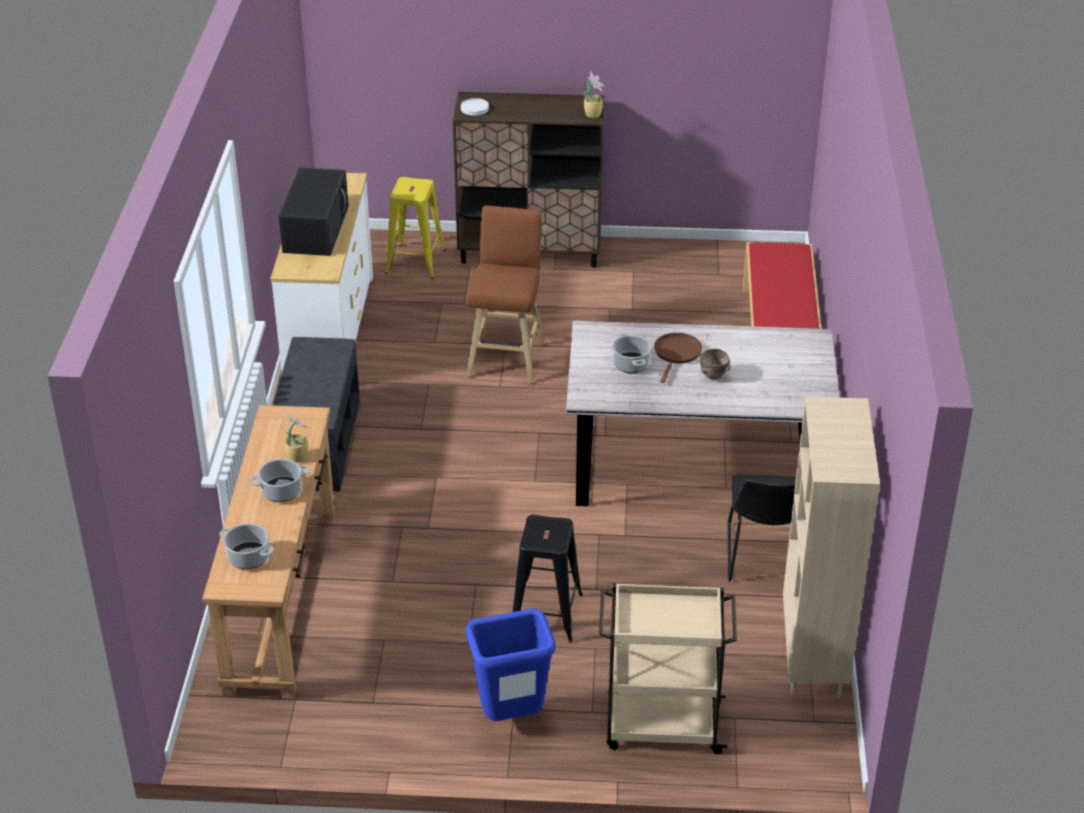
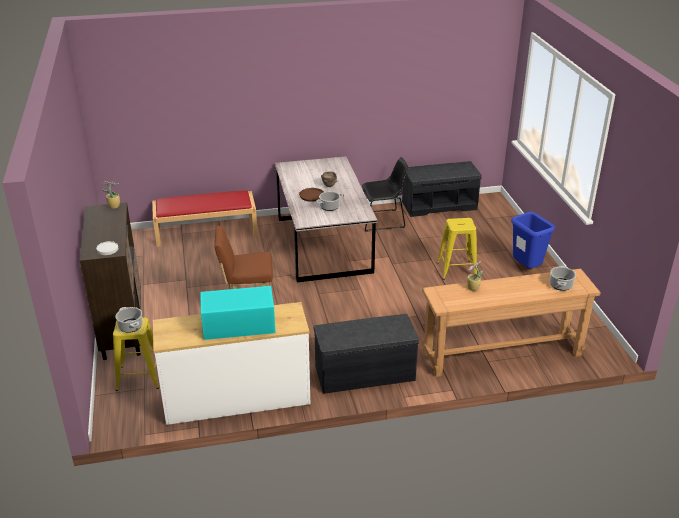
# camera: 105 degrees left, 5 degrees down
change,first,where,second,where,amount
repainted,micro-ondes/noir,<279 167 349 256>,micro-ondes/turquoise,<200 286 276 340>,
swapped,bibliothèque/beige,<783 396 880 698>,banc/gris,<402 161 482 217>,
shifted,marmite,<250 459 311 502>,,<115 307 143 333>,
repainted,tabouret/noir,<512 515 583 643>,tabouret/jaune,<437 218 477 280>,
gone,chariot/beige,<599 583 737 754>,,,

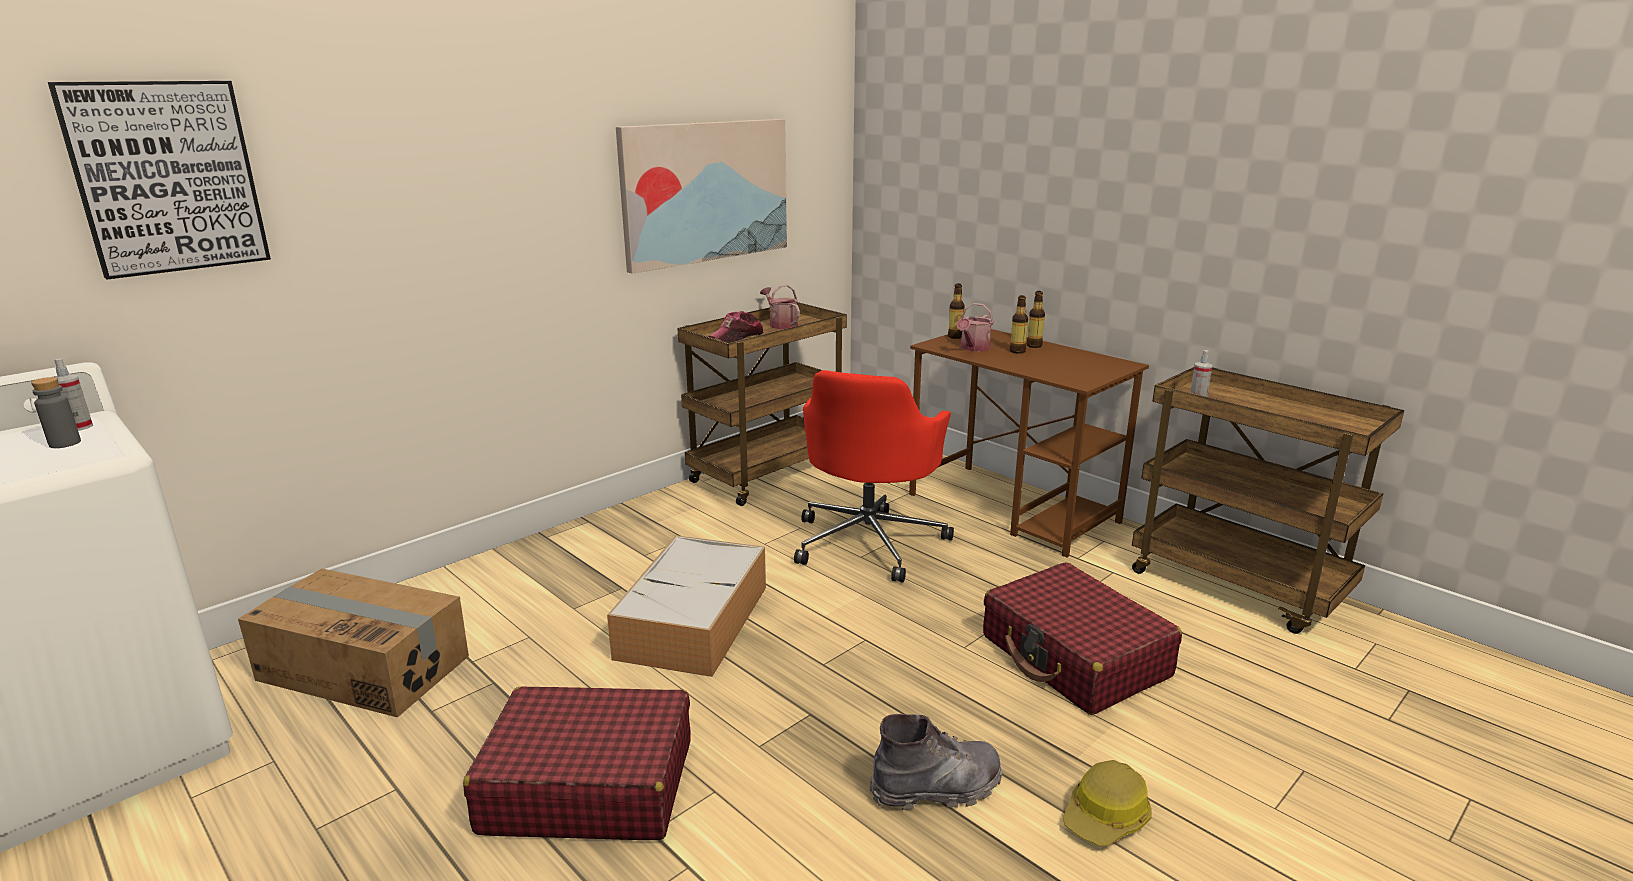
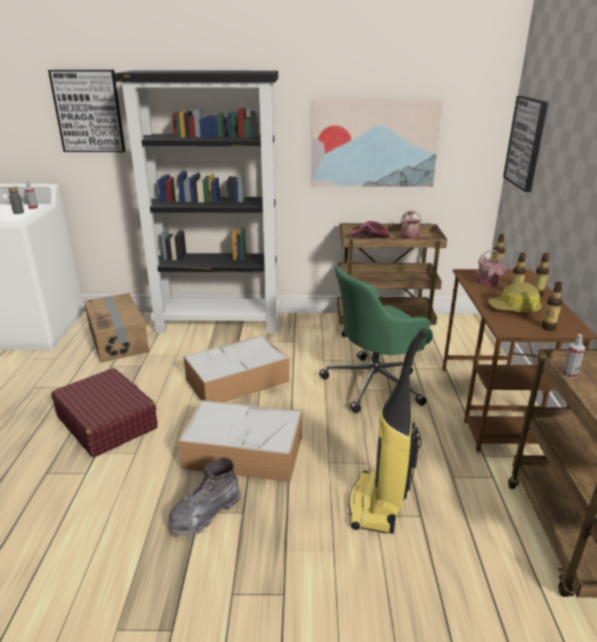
# camera: 45 degrees right, 5 degrees up
change,first,where,second,where,amount
rotated,arrosoir,<957 303 994 352>,,<476 250 505 286>,75 degrees counterclockwise
repainted,chaise de bureau/rouge,<794 370 954 582>,chaise de bureau/vert,<319 266 433 413>,
swapped,valise/rouge,<983 562 1182 715>,aspirateur,<348 328 428 534>,
rotated,botte/gris,<869 714 1003 810>,,<168 457 241 538>,105 degrees clockwise
shifted,casque de chantier,<1063 760 1152 846>,,<488 282 542 312>,
new,,,bibliothèque/noir,<114 71 280 333>,
new,,,tableau,<503 96 548 192>,
new,,,bouteille,<542 282 563 331>,
new,,,boîte de rangement,<178 400 302 482>,

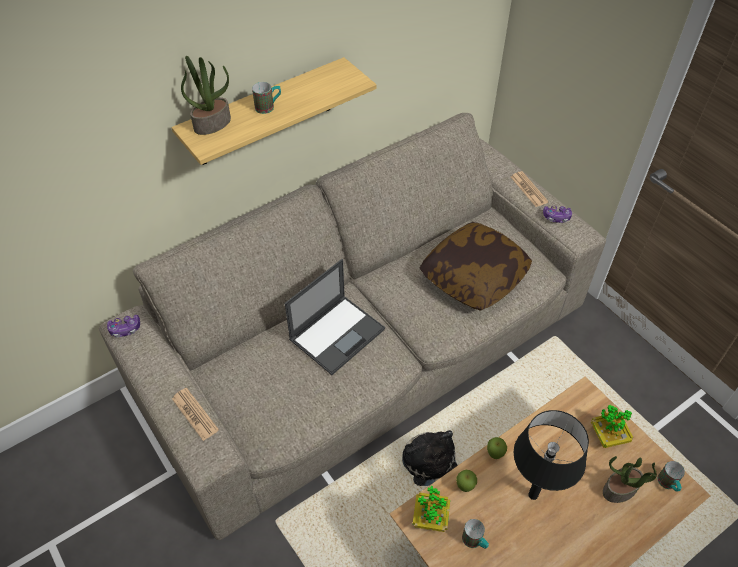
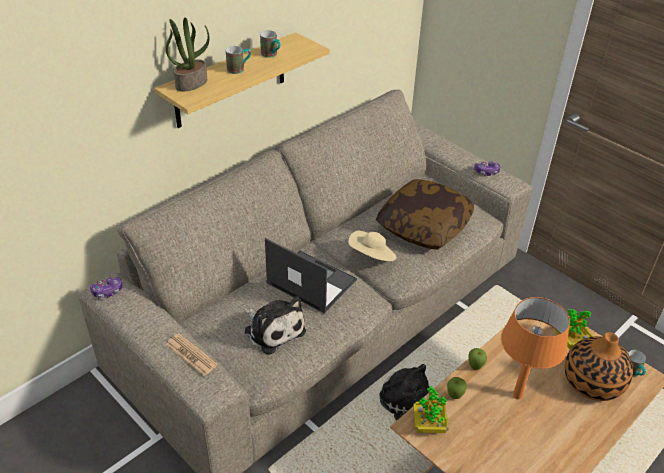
# camera: 10 degrees left, 10 degrees down
change,first,where,second,where,amount
gone,journal,<511 171 549 207>,,,
rotated,ordinateur portable,<285 259 385 375>,,<265 238 357 313>,90 degrees counterclockwise
repainted,lampe de table/noir,<514 410 589 500>,lampe de table/orange,<501 297 570 400>,
swapped,plante en pot,<603 456 657 503>,vase,<565 332 633 401>,
shifted,mug,<462 519 489 549>,,<260 30 281 58>,
new,,,chapeau/beige,<348 231 396 261>,
new,,,peluche,<245 296 306 355>,

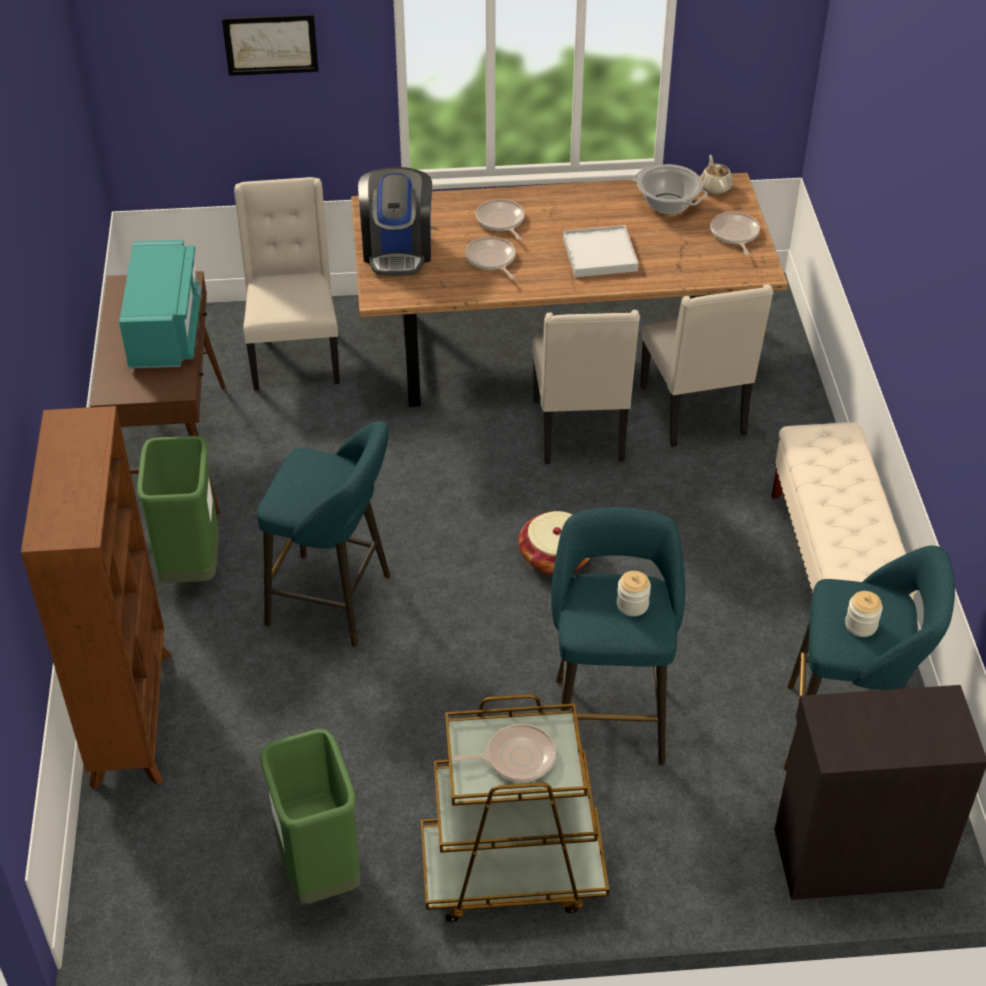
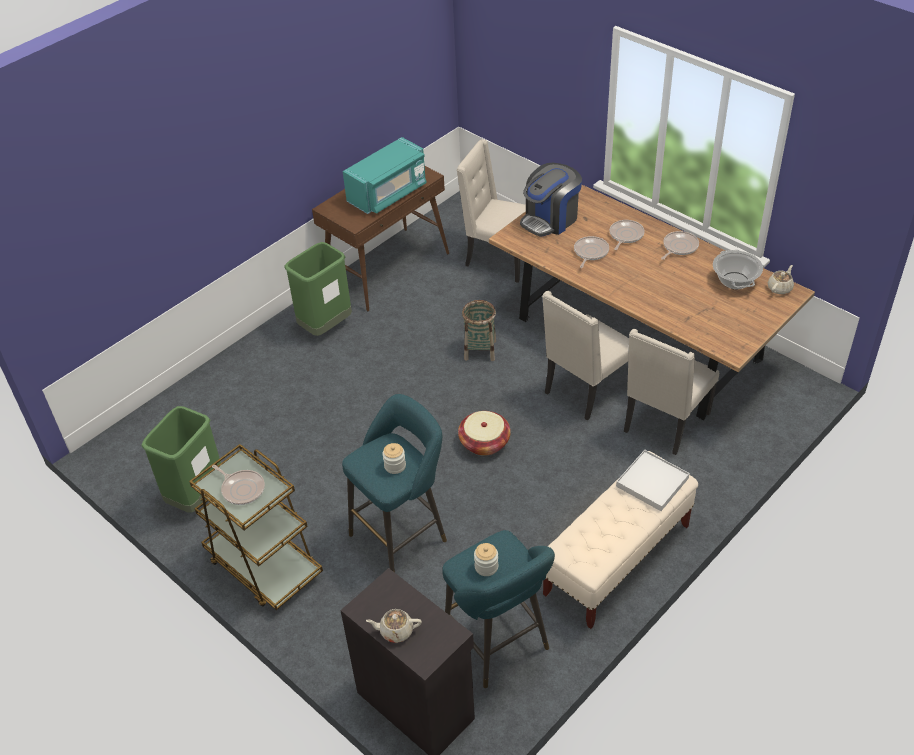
# camera: 50 degrees right, 0 degrees up
change,first,where,second,where,amount
gone,tableau,<222 14 319 76>,,,
rotated,chaise/beige,<234 177 340 391>,,<457 139 526 283>,105 degrees counterclockwise
shifted,poêle,<710 212 760 256>,,<661 231 699 260>,
shifted,plateau/blanc,<563 225 639 277>,,<616 450 690 511>,
gone,bibliothèque/marron,<21 406 172 790>,,,
gone,tabouret/turquoise,<257 421 390 647>,,,
new,,,panier,<462 300 496 361>,
new,,,théière/beige,<366 609 422 643>,

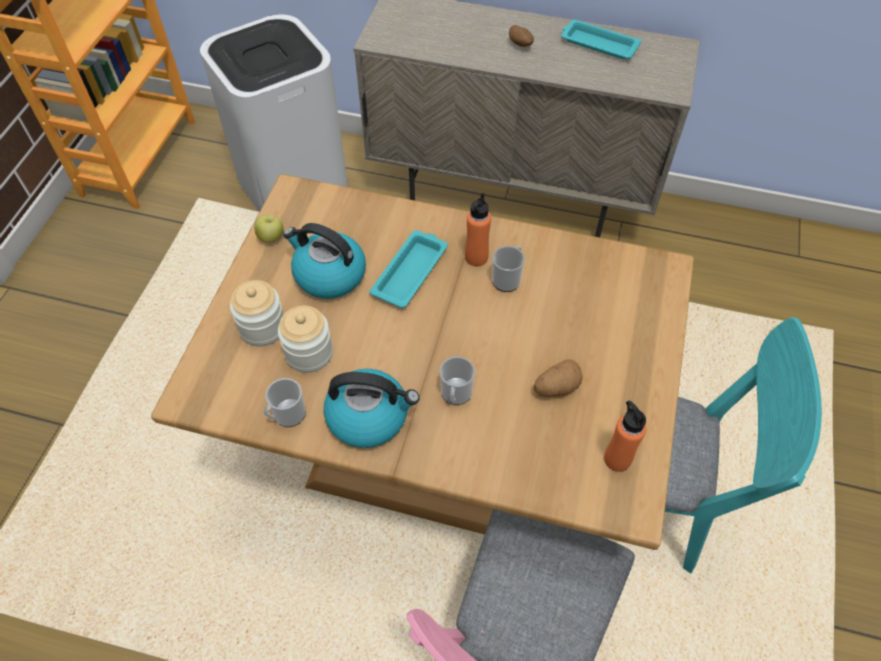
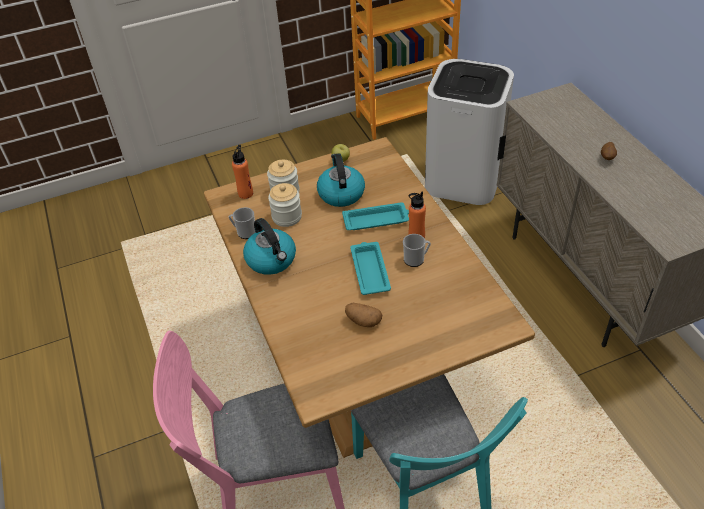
# camera: 55 degrees right, 10 degrees down
change,first,where,second,where,amount
shifted,plateau/turquoise,<561 20 641 59>,,<350 242 391 295>,
gone,mug,<439 356 475 405>,,,
shifted,bouteille/orange,<604 400 646 472>,,<232 145 253 199>,

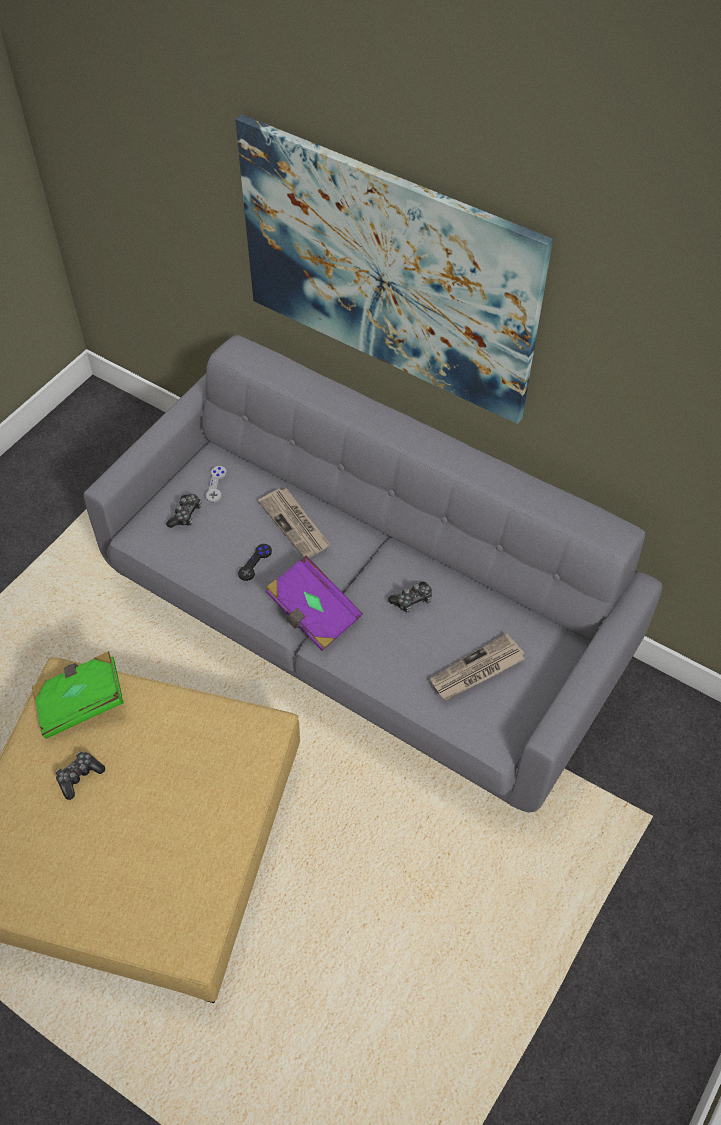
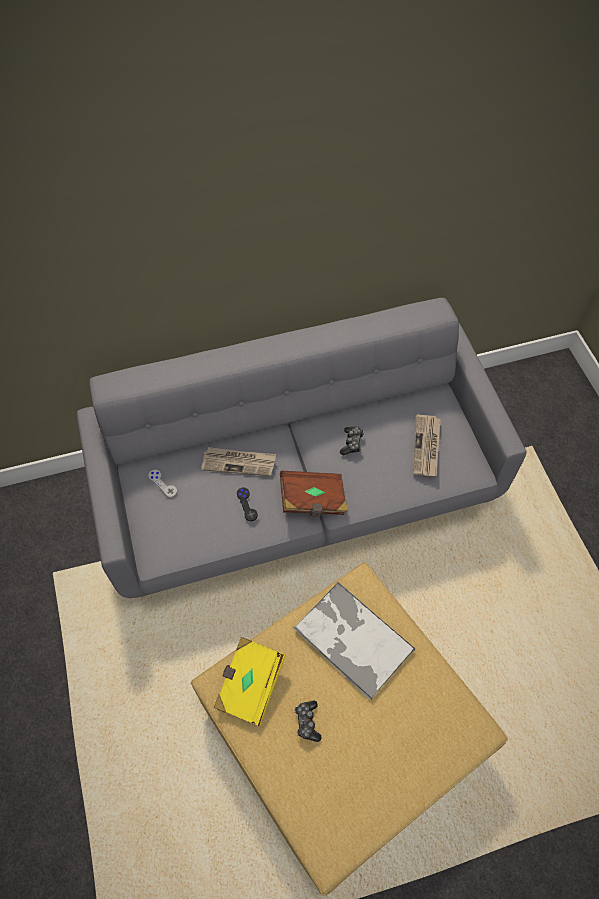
# camera: 50 degrees left, 5 degrees up
change,first,where,second,where,amount
gone,tableau,<235 114 553 424>,,,
gone,manette,<166 494 201 528>,,,
repainted,livre/violet,<266 555 363 651>,livre/marron,<280 470 348 517>,
repainted,livre/vert,<32 652 124 739>,livre/jaune,<214 637 286 726>,
new,,,plateau,<294 582 415 700>,

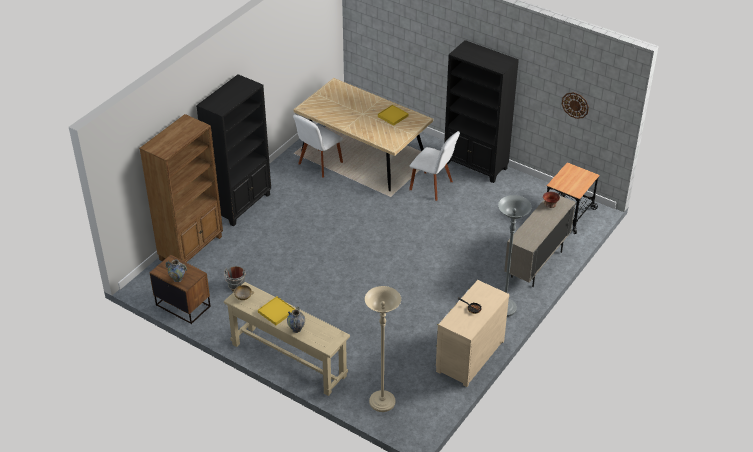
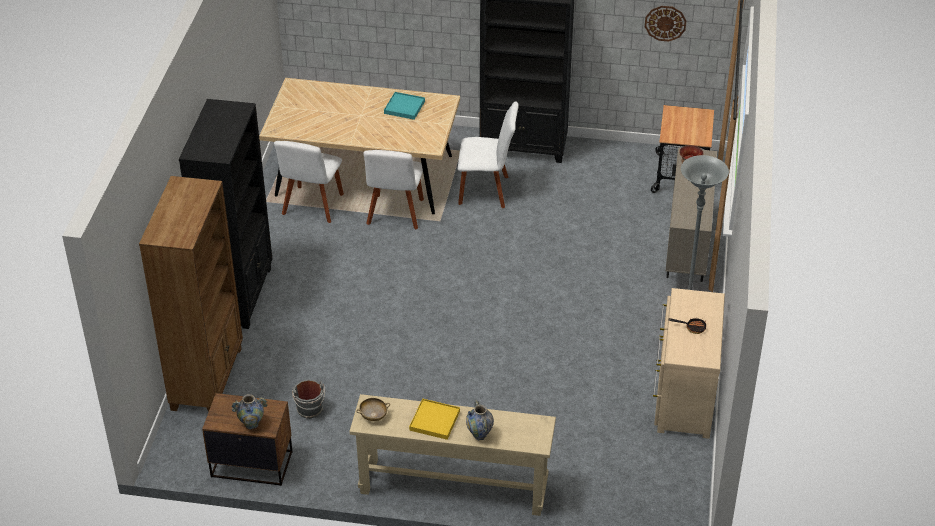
# camera: 25 degrees left, 0 degrees up
change,first,where,second,where,amount
repainted,plateau/jaune,<378 105 408 126>,plateau/turquoise,<384 92 425 120>,
gone,lampadaire/beige,<365 286 401 412>,,,
new,,,chaise/blanc,<363 150 424 229>,

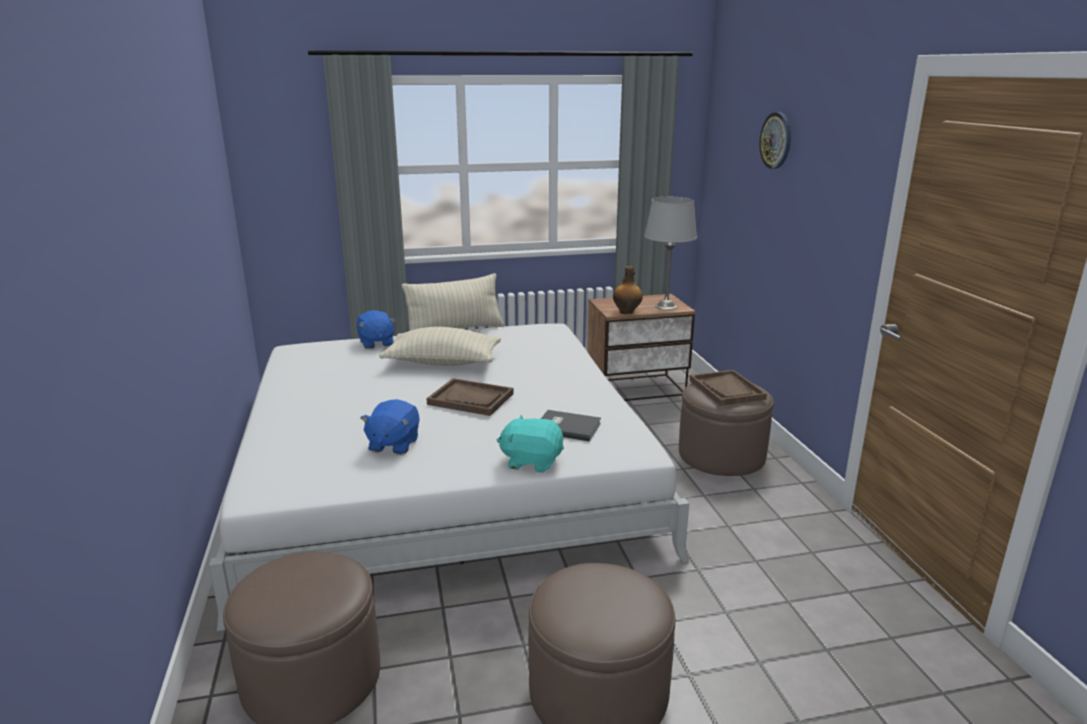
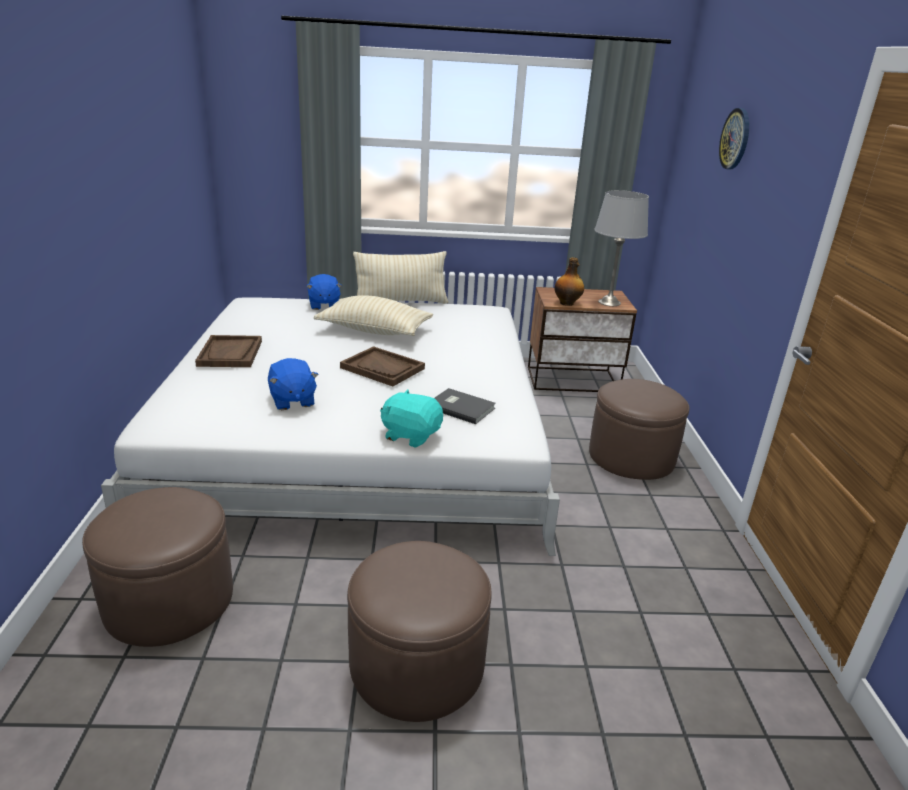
# camera: 10 degrees right, 5 degrees up
change,first,where,second,where,amount
shifted,plateau/marron,<690 370 767 406>,,<195 335 262 367>,
rotated,peluche/bleu,<361 399 420 455>,,<268 358 319 410>,45 degrees counterclockwise

